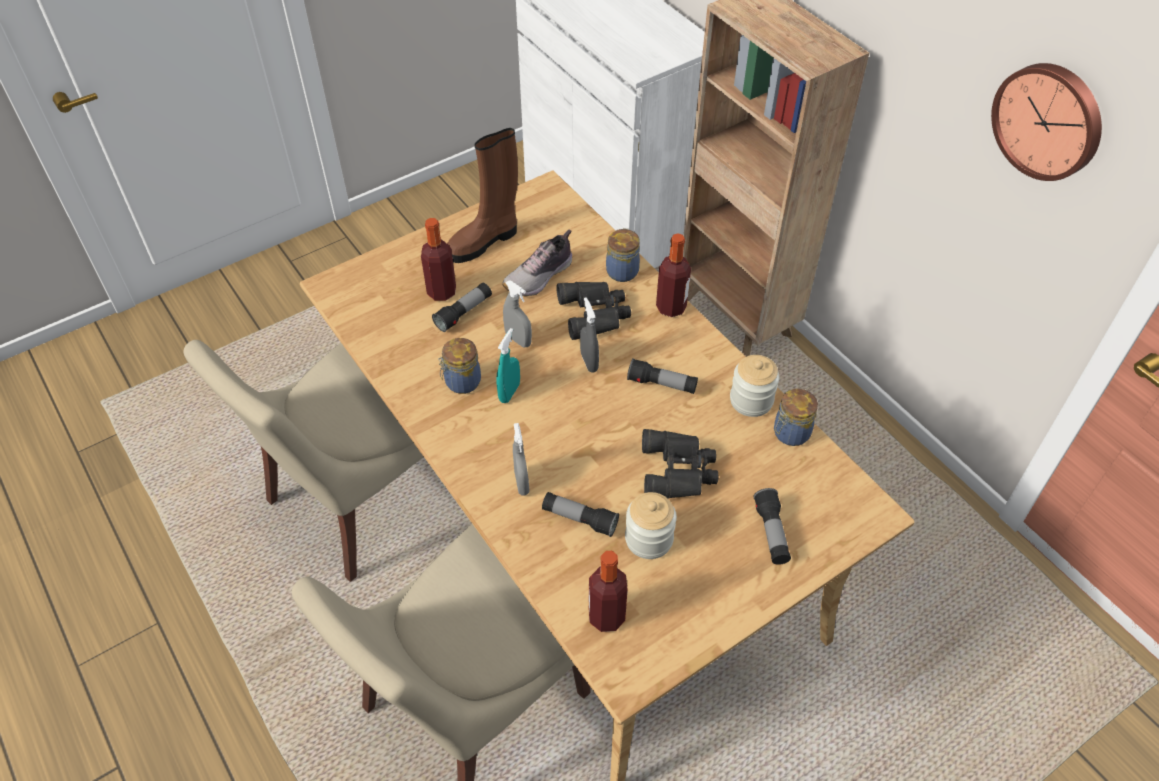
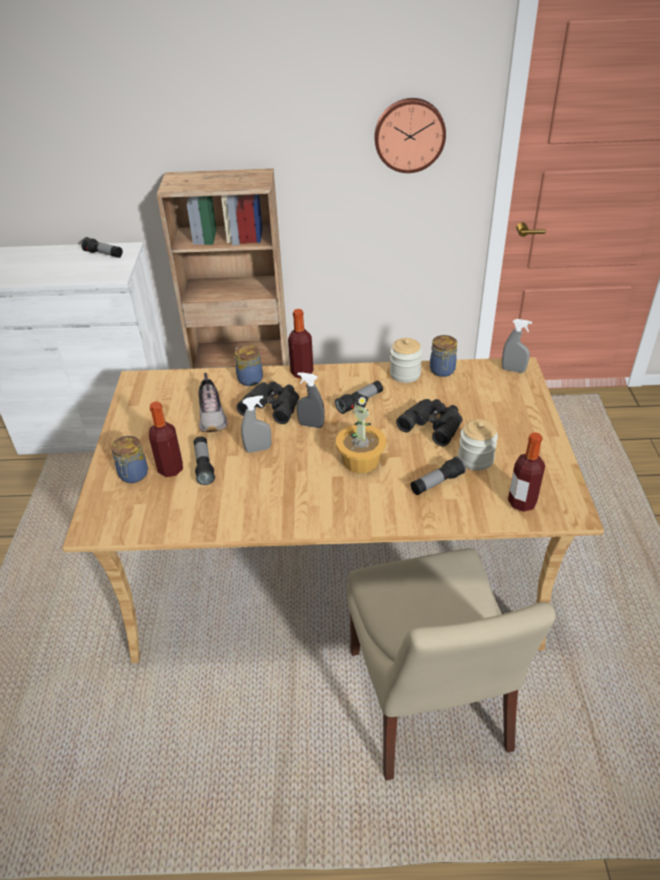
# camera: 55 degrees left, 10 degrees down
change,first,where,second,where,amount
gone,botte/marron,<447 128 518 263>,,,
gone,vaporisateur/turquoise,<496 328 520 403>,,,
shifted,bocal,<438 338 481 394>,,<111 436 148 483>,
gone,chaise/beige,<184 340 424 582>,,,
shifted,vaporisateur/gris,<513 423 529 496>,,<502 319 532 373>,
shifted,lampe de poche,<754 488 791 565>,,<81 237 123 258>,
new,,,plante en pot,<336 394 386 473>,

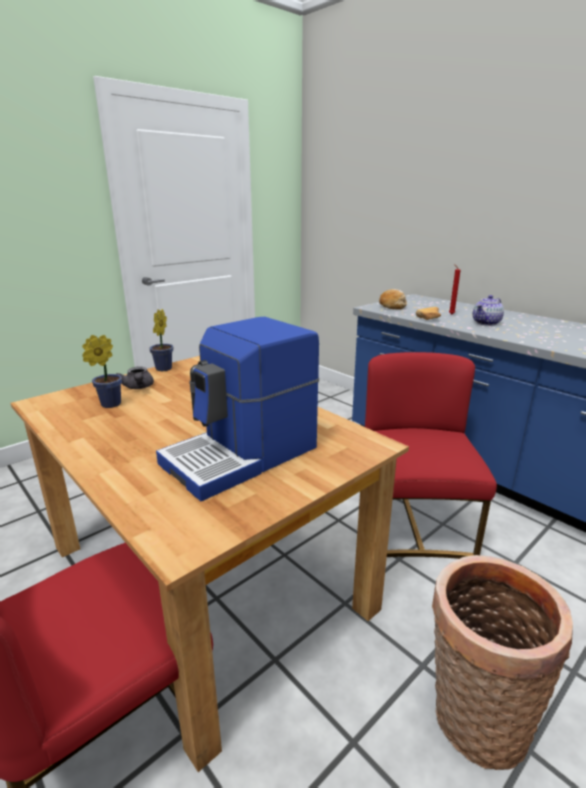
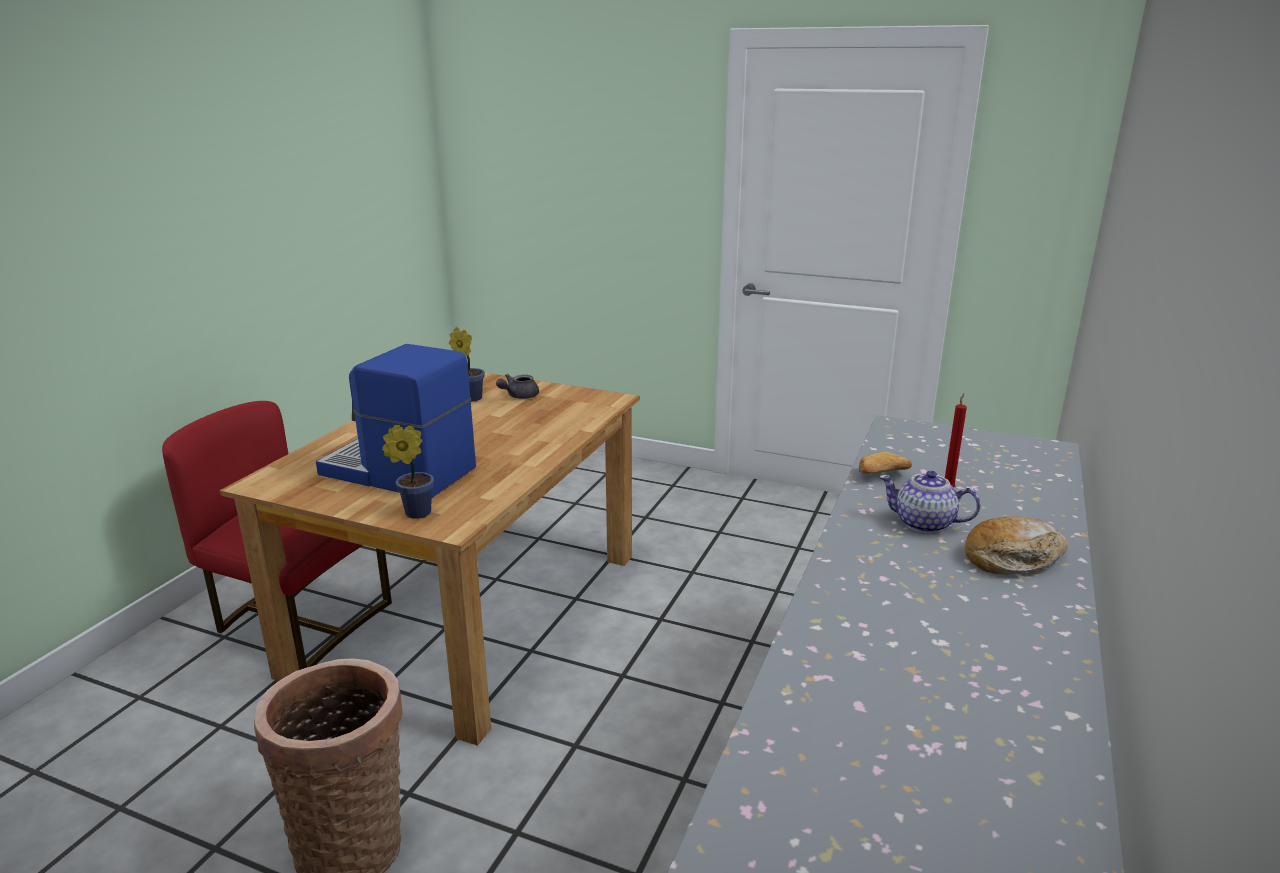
# camera: 65 degrees right, 0 degrees up
change,first,where,second,where,amount
shifted,pain,<379 289 407 310>,,<965 516 1068 574>,
shifted,plante en pot,<149 309 173 371>,,<382 425 434 519>,
gone,chaise/rouge,<365 352 497 559>,,,

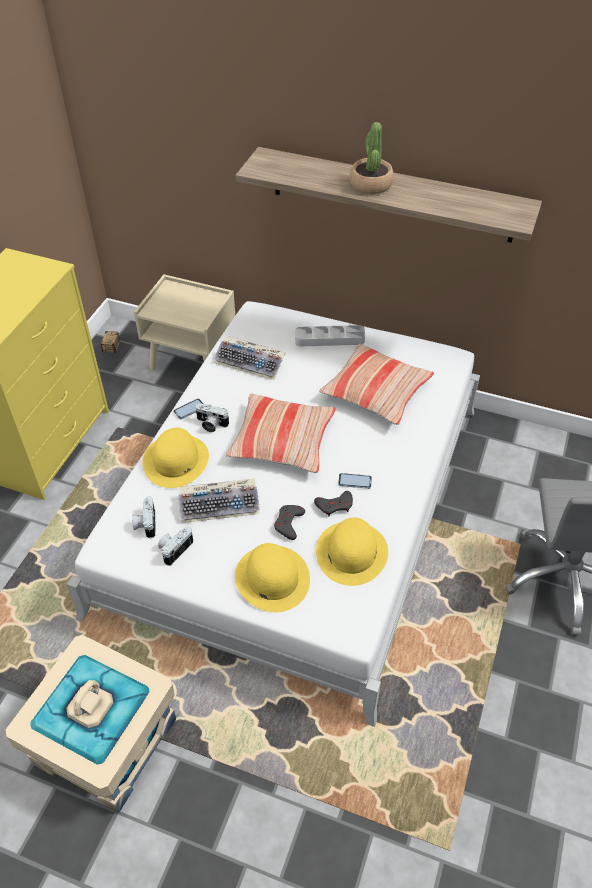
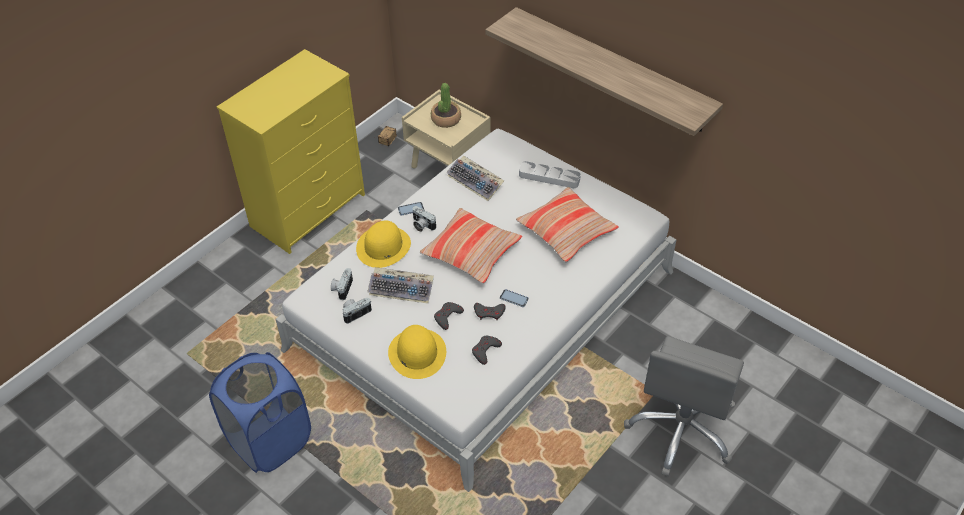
# camera: 20 degrees right, 0 degrees up
change,first,where,second,where,amount
shifted,plante en pot,<350 122 394 194>,,<431 83 461 128>,
swapped,chapeau/jaune,<316 517 388 586>,manette/gris,<472 336 502 365>,
swapped,boîte de rangement/beige,<6 635 176 813>,panier à linge/bleu,<209 352 311 473>,

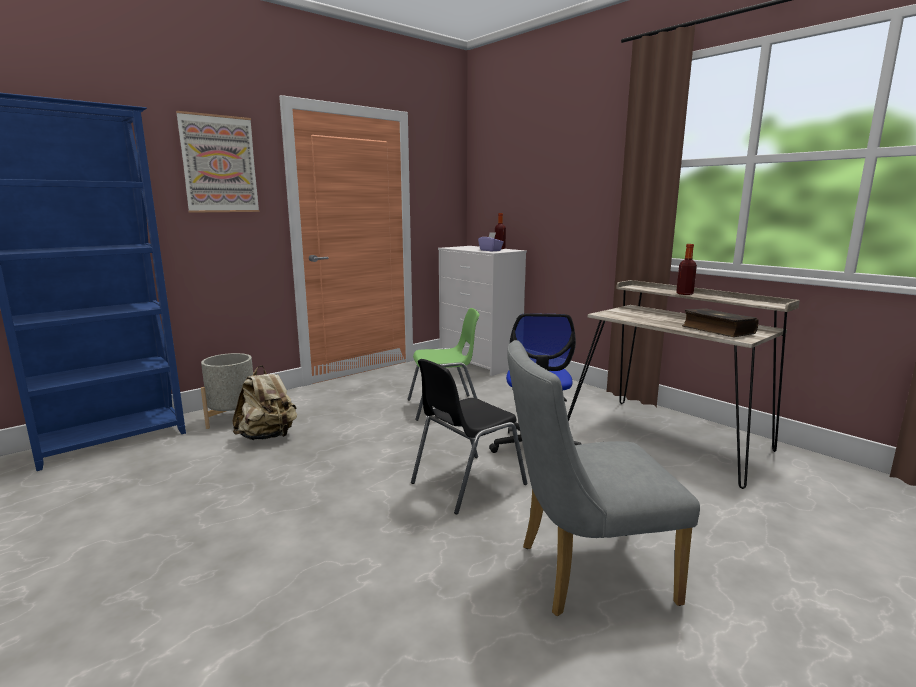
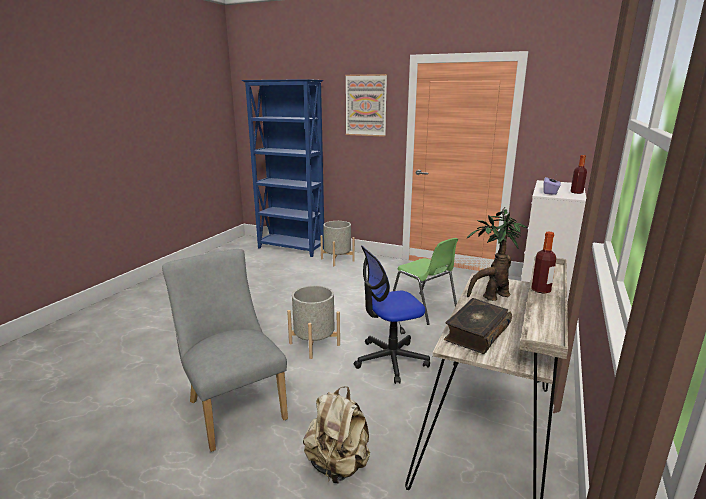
# camera: 65 degrees right, 5 degrees up
change,first,where,second,where,amount
swapped,chaise/noir,<411 359 527 515>,cache-pot/gris,<287 285 340 359>,
shifted,sac à dos/beige,<232 365 297 440>,,<303 386 370 484>,
new,,,plante en pot,<466 207 527 301>,

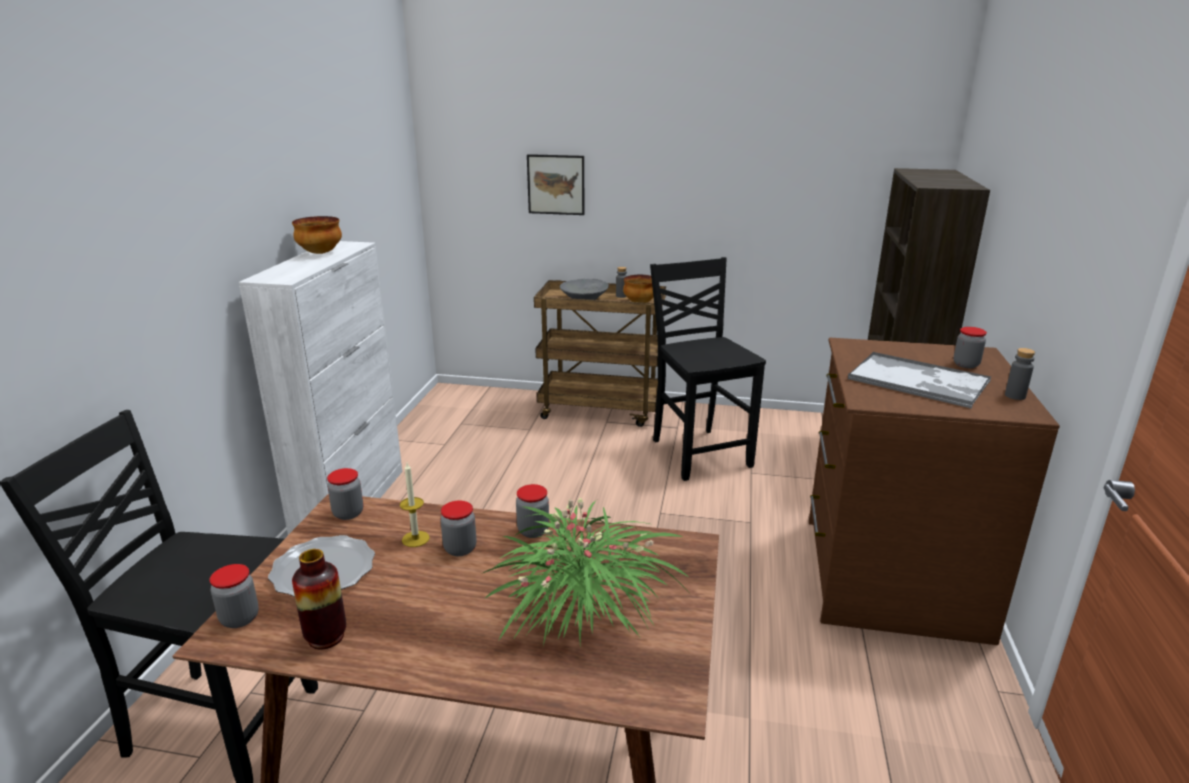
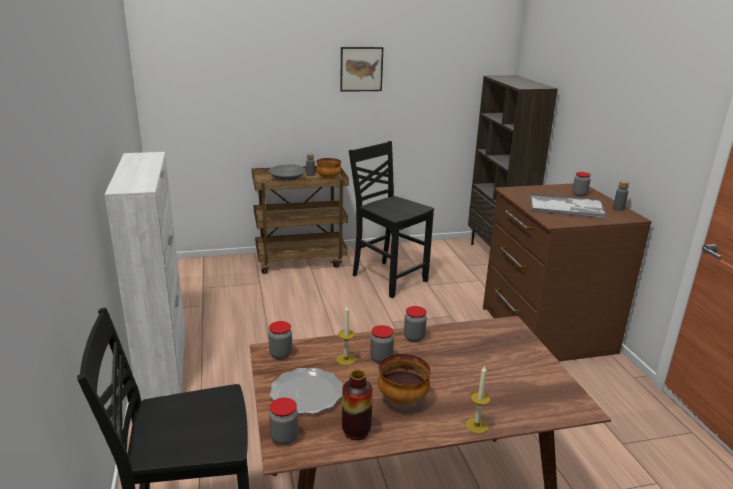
# camera: 25 degrees left, 0 degrees up
change,first,where,second,where,amount
shifted,tableau,<527 154 585 215>,,<340 47 383 92>,
shifted,bol,<292 216 342 254>,,<378 354 431 405>,
gone,plante en pot,<483 498 687 646>,,,
new,,,bougie,<466 366 490 434>,

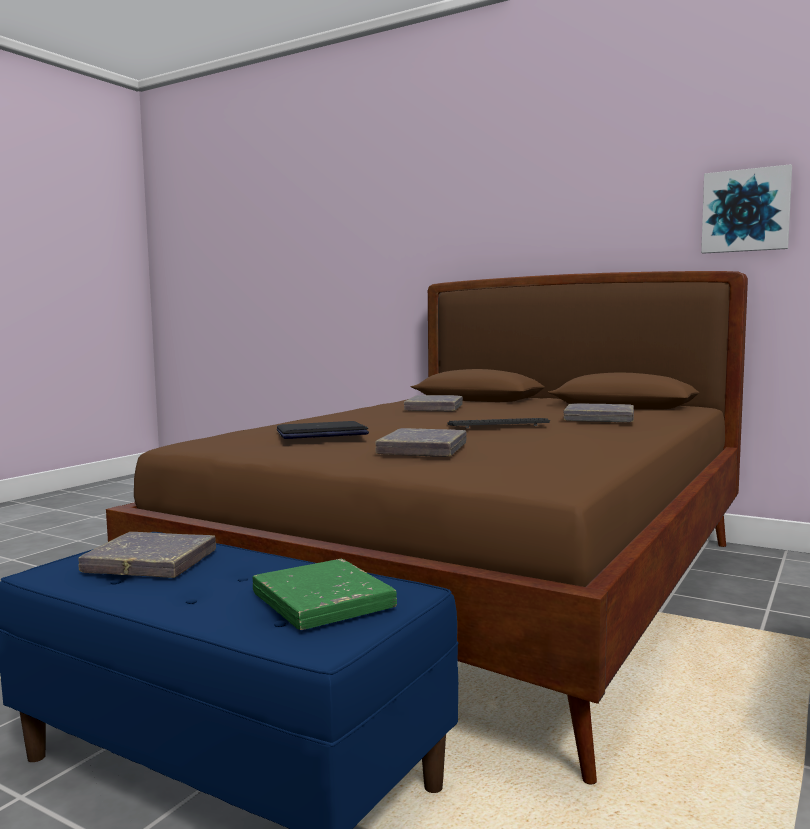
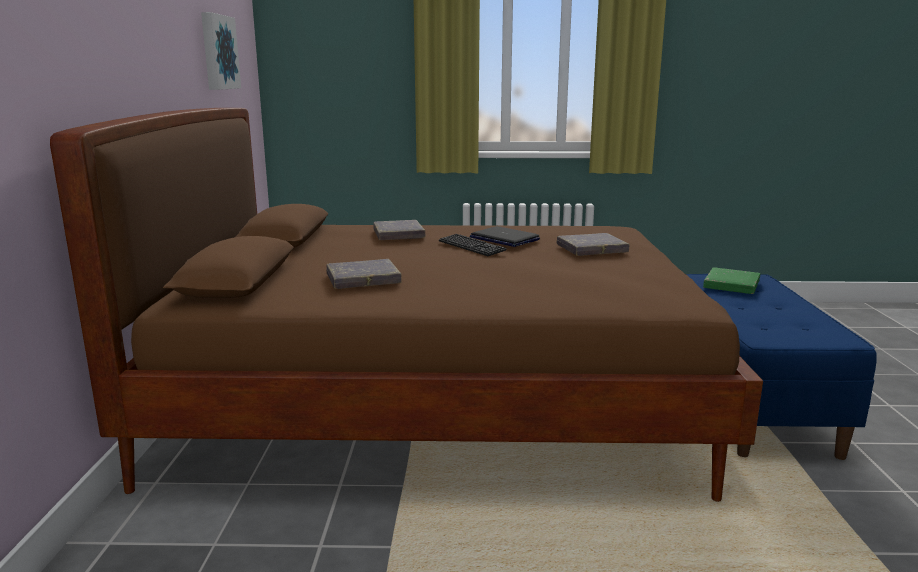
# camera: 120 degrees left, 10 degrees up
change,first,where,second,where,amount
shifted,ordinateur portable,<277 421 369 439>,,<470 226 540 247>,
gone,livre/gris,<78 532 216 578>,,,

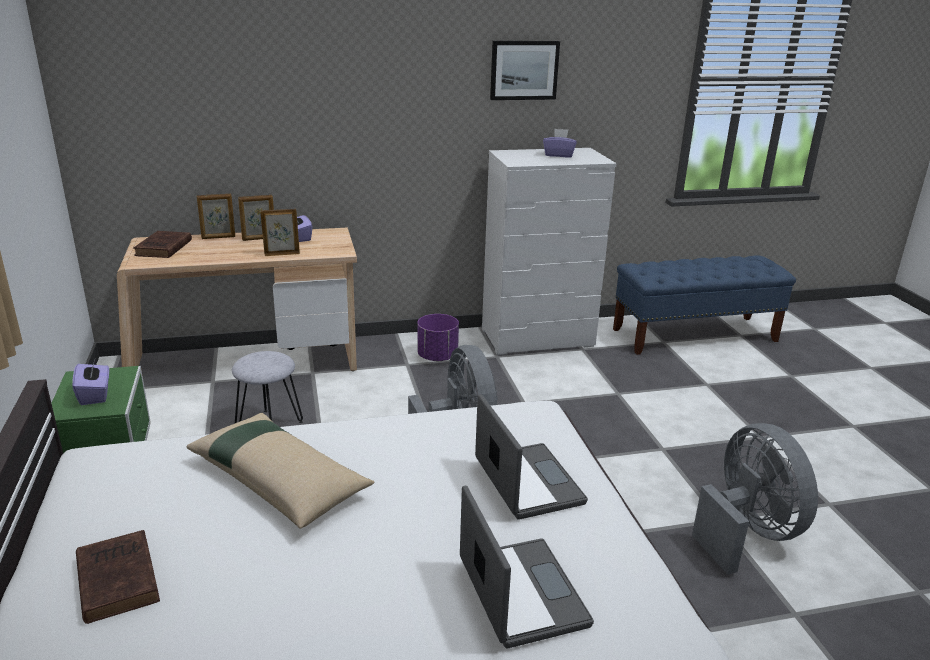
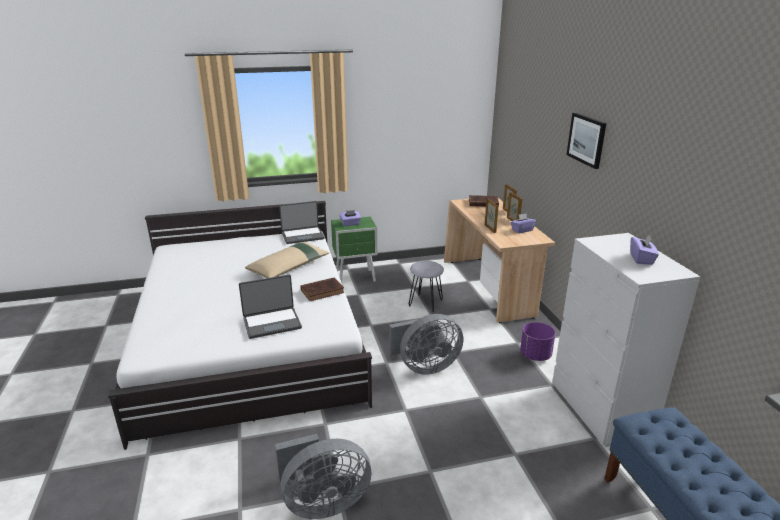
# camera: 90 degrees right, 0 degrees up
change,first,where,second,where,amount
shifted,tableau,<490 41 560 100>,,<566 113 606 169>,
shifted,ordinateur portable,<460 486 594 648>,,<279 201 325 244>,
shifted,livre/marron,<76 530 160 624>,,<301 277 344 301>,

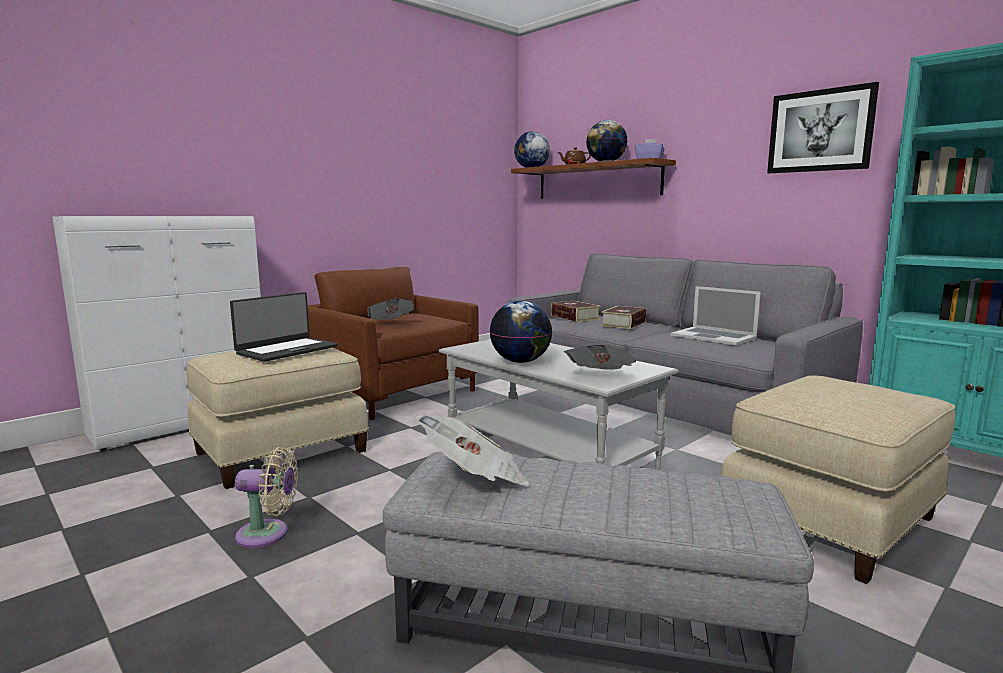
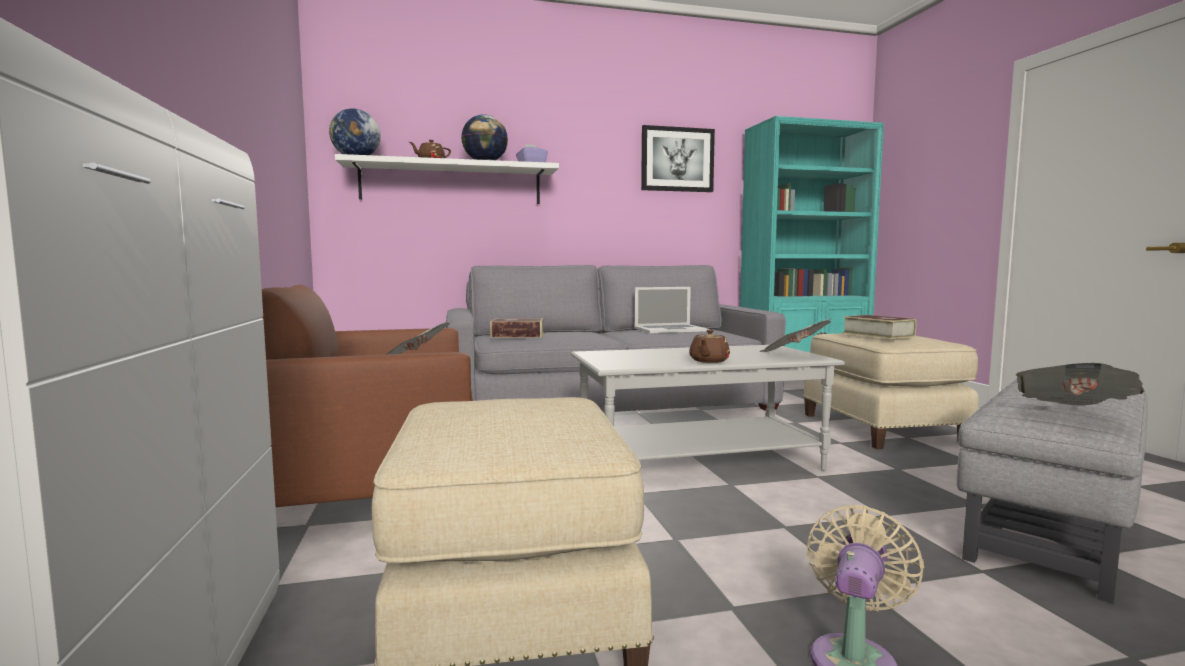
# camera: 60 degrees left, 5 degrees down
change,first,where,second,where,amount
repainted,étagère/marron,<511 158 676 199>,étagère/blanc,<335 154 559 204>,
gone,ordinateur portable,<230 292 338 362>,,,
swapped,globe,<490 300 552 363>,théière/marron,<689 330 730 363>,
shifted,livre,<601 306 646 329>,,<842 315 916 339>,

